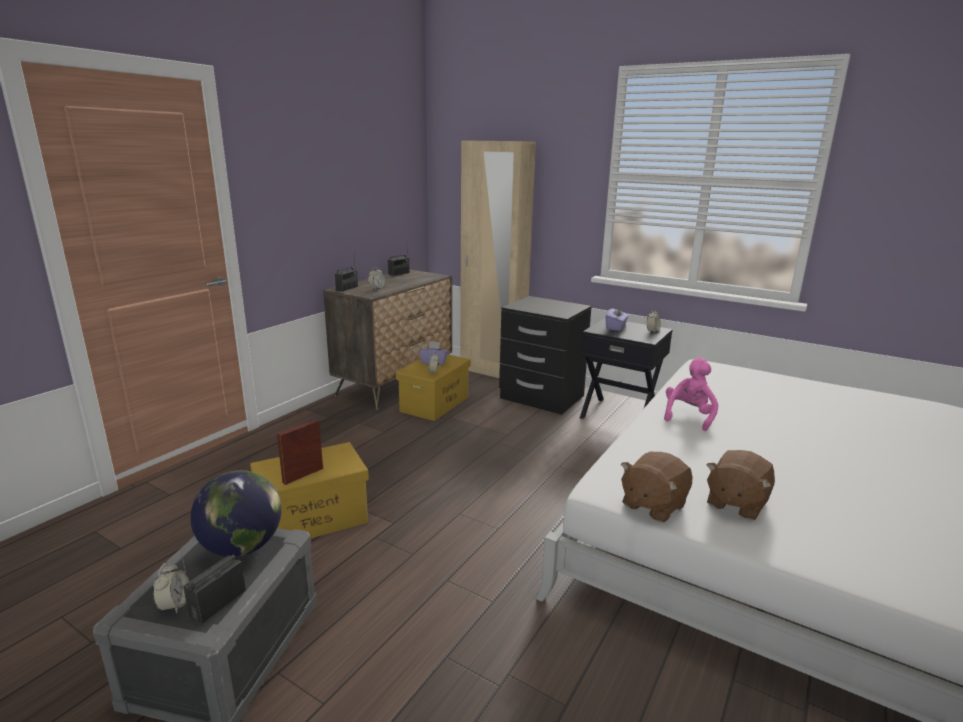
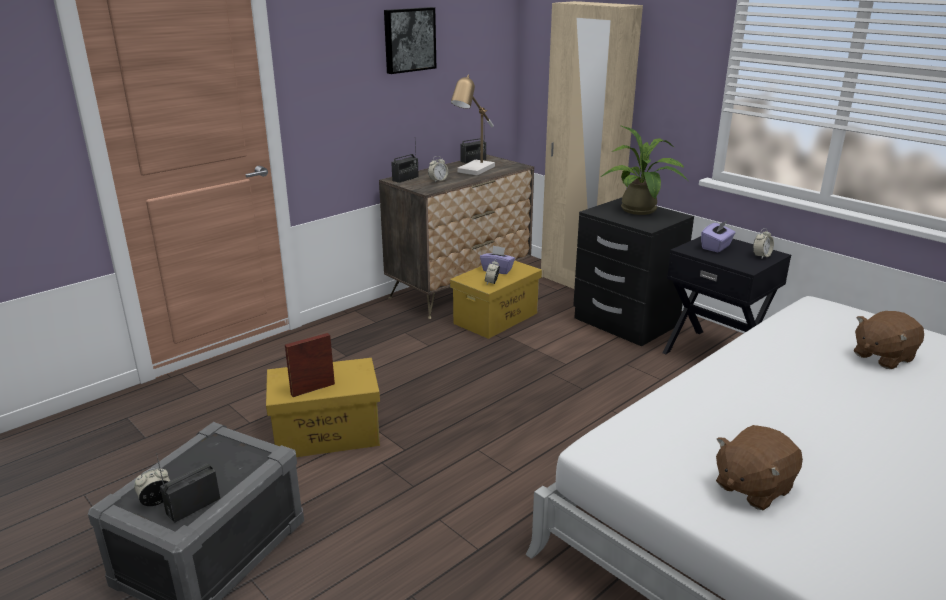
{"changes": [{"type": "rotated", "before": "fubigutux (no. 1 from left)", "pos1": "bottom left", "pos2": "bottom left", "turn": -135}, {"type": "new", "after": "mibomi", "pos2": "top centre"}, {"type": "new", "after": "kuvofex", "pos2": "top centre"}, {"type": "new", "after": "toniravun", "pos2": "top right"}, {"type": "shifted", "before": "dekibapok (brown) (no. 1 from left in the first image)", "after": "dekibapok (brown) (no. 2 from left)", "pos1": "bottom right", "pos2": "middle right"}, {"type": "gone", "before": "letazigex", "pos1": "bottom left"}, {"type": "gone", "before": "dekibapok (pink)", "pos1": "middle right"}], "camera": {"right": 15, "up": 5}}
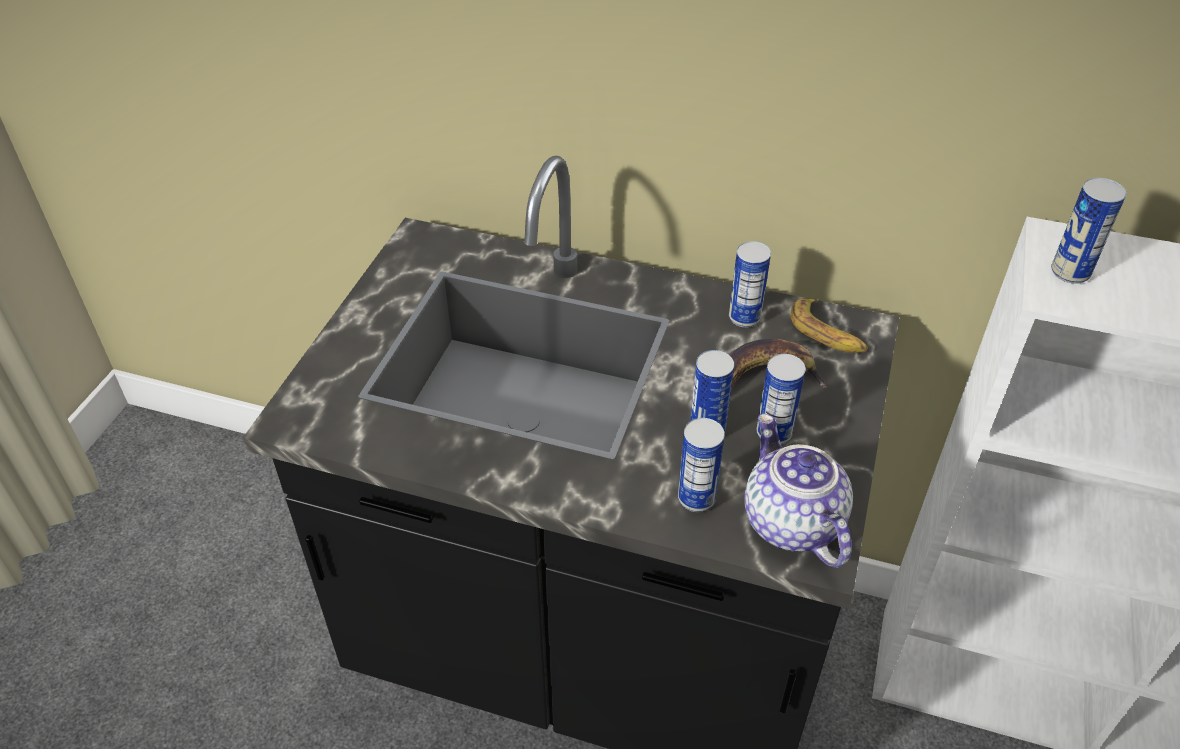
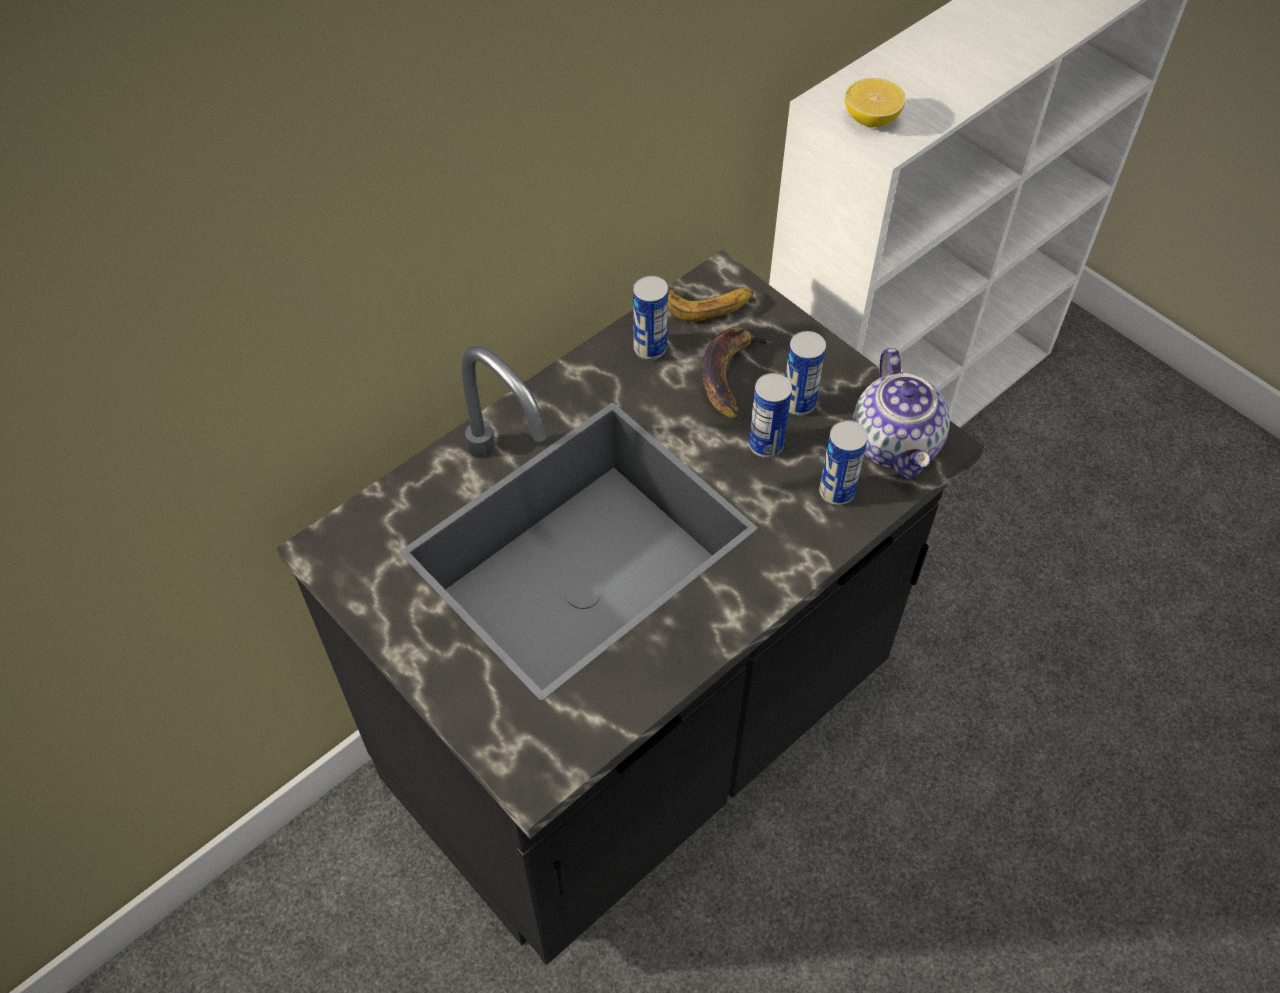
{"changes": [{"type": "swapped", "before": "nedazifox (no. 5 from left)", "after": "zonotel", "pos1": "top right", "pos2": "top right"}, {"type": "rotated", "before": "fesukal", "pos1": "middle right", "pos2": "middle right", "turn": -105}], "camera": {"right": -60, "up": 10}}
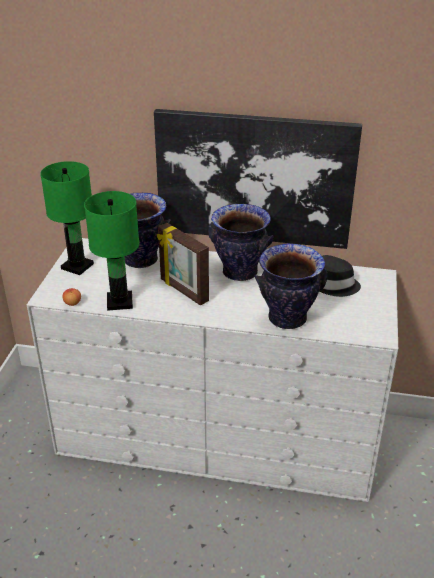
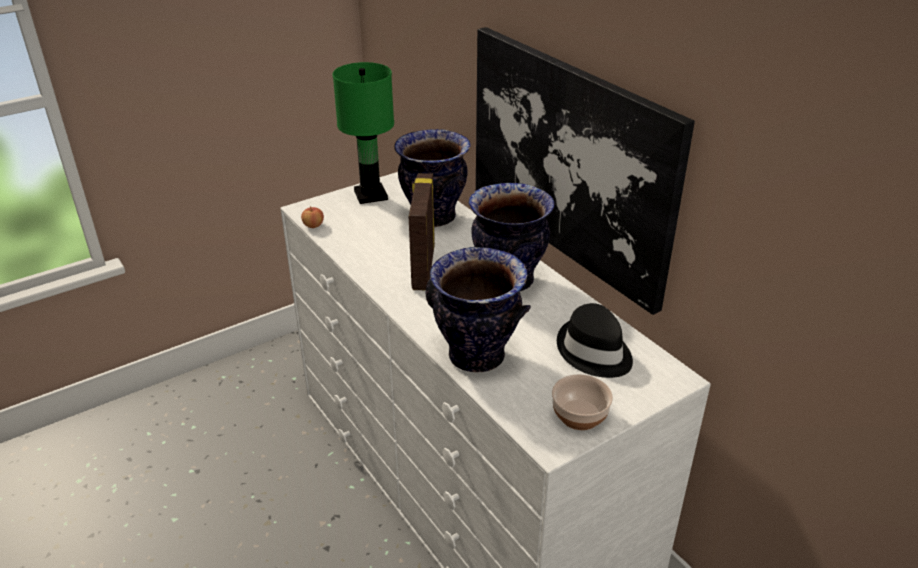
{"changes": [{"type": "new", "after": "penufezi", "pos2": "bottom centre"}, {"type": "gone", "before": "kuvofex (green) (no. 2 from left)", "pos1": "middle left"}], "camera": {"right": 45, "up": 0}}
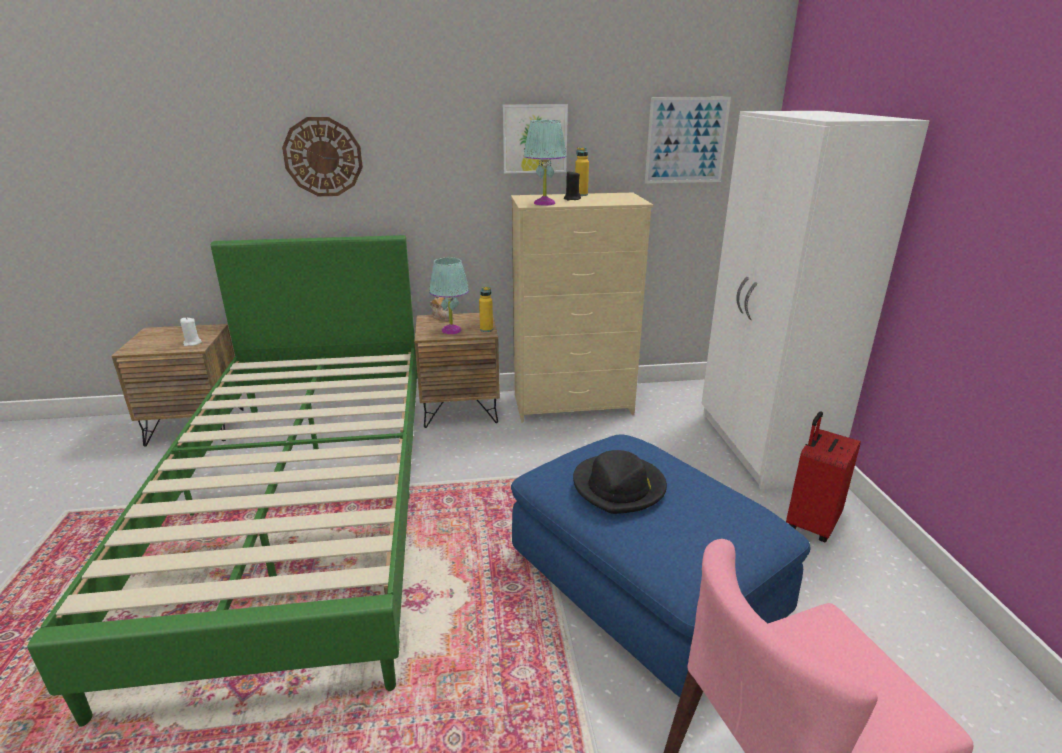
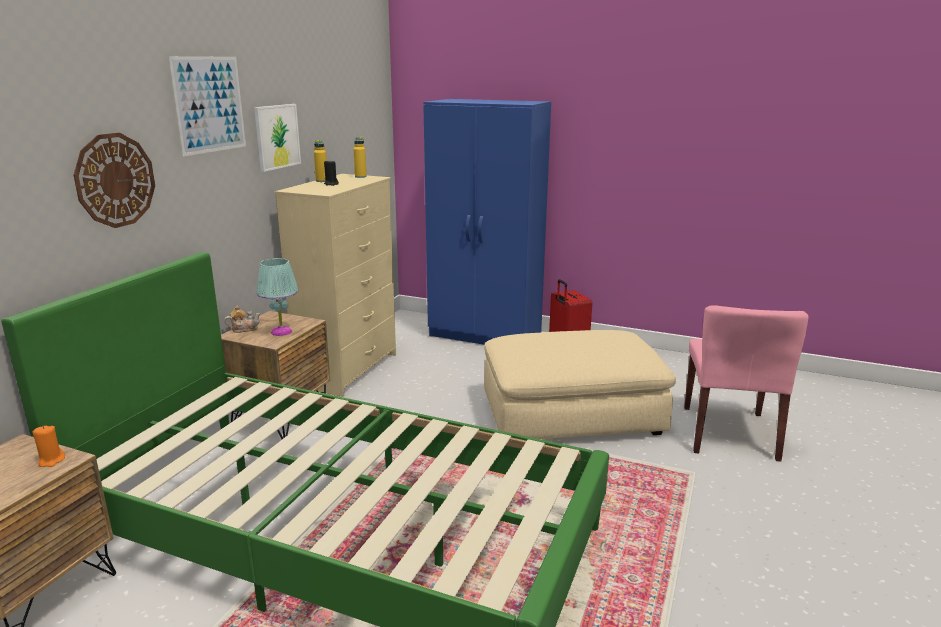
{"changes": [{"type": "repainted", "before": "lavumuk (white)", "after": "lavumuk (orange)", "pos1": "middle left", "pos2": "bottom left"}, {"type": "shifted", "before": "mibomi (no. 2 from left in the first image)", "after": "mibomi (no. 1 from left)", "pos1": "top centre", "pos2": "top left"}, {"type": "shifted", "before": "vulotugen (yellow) (no. 1 from left in the first image)", "after": "vulotugen (yellow) (no. 2 from left)", "pos1": "centre", "pos2": "top centre"}, {"type": "repainted", "before": "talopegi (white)", "after": "talopegi (blue)", "pos1": "middle right", "pos2": "centre"}, {"type": "repainted", "before": "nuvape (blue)", "after": "nuvape (beige)", "pos1": "bottom centre", "pos2": "centre"}, {"type": "gone", "before": "kuvofex (turquoise) (no. 2 from left)", "pos1": "top centre"}, {"type": "gone", "before": "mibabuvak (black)", "pos1": "centre"}], "camera": {"right": -60, "up": -5}}
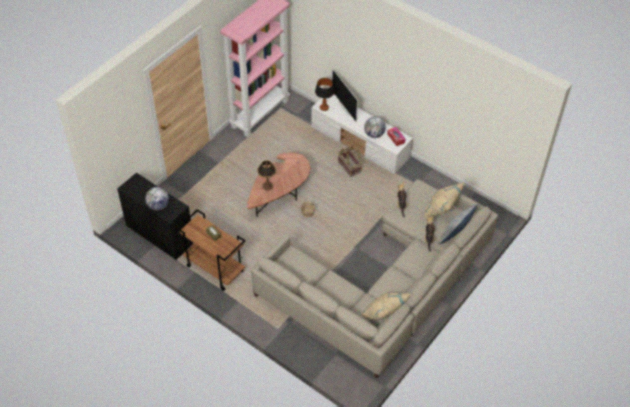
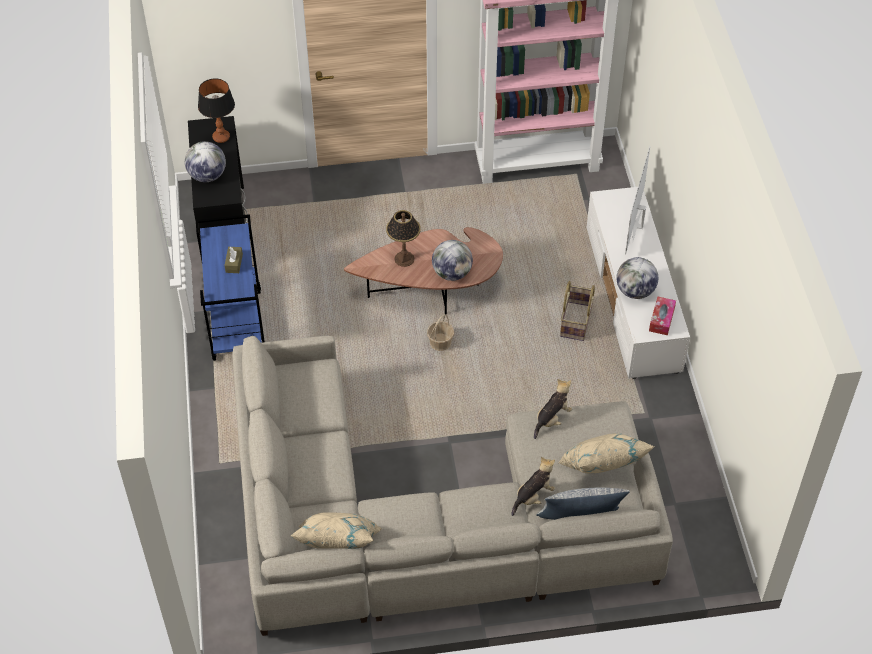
{"changes": [{"type": "repainted", "before": "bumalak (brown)", "after": "bumalak (blue)", "pos1": "centre", "pos2": "middle left"}, {"type": "shifted", "before": "kuvofex (no. 2 from left in the first image)", "after": "kuvofex (no. 1 from left)", "pos1": "top centre", "pos2": "top left"}, {"type": "new", "after": "letazigex (no. 2 from left)", "pos2": "centre"}], "camera": {"right": 45, "up": 0}}
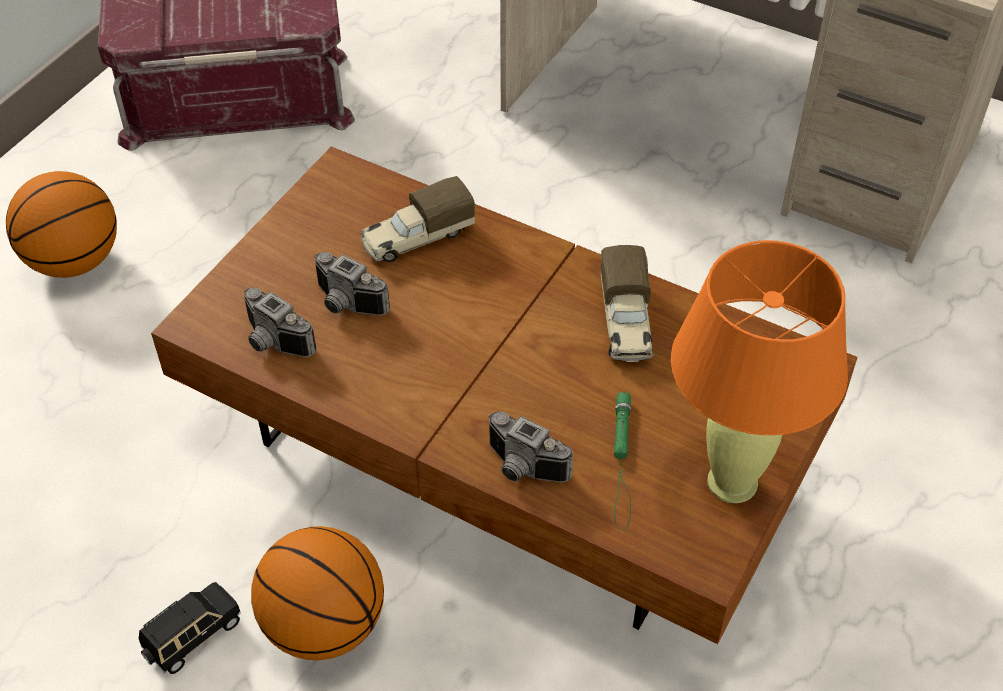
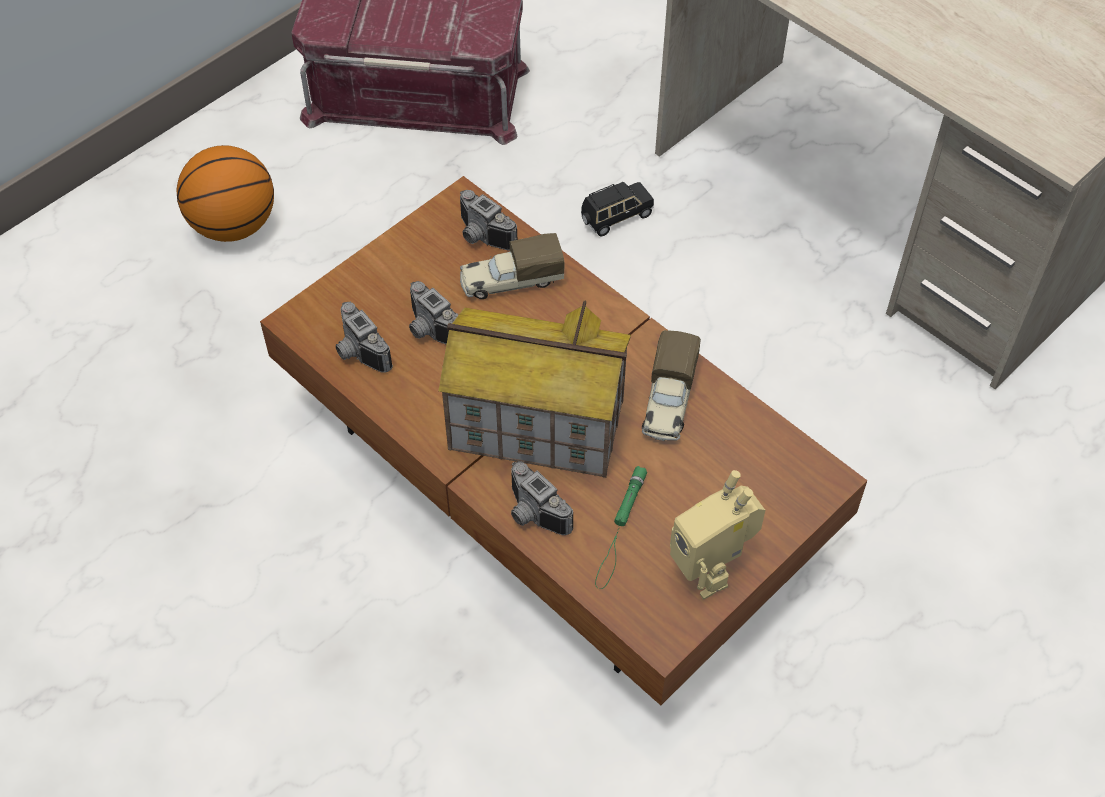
{"changes": [{"type": "new", "after": "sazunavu", "pos2": "centre"}, {"type": "new", "after": "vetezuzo (no. 3 from left)", "pos2": "top centre"}, {"type": "shifted", "before": "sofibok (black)", "pos1": "bottom left", "pos2": "top centre"}, {"type": "swapped", "before": "kuvofex (orange)", "after": "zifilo", "pos1": "middle right", "pos2": "bottom centre"}, {"type": "gone", "before": "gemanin (no. 2 from left)", "pos1": "bottom left"}], "camera": {"right": 15, "up": 5}}
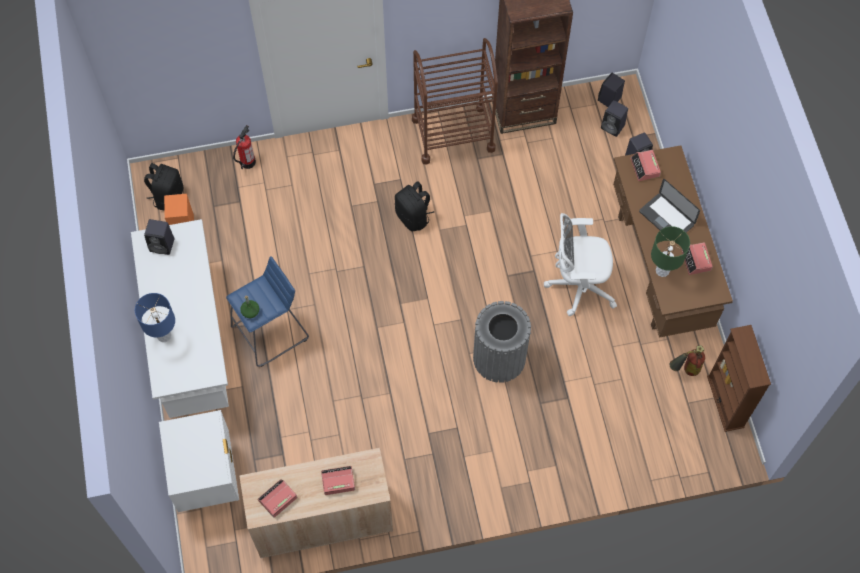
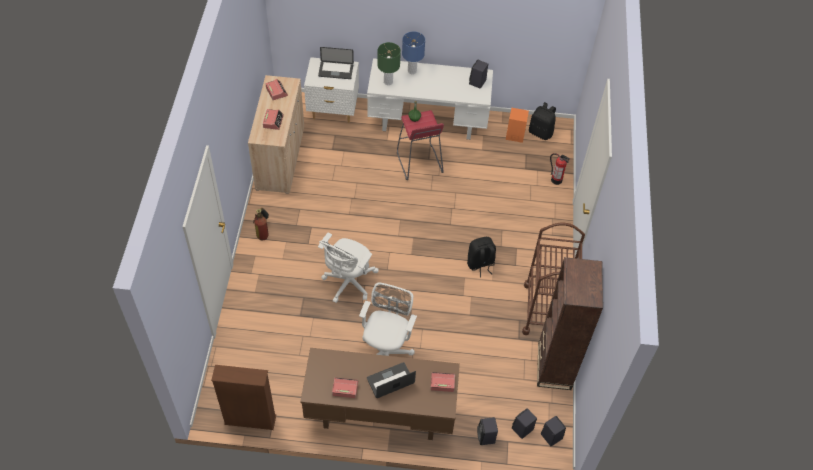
{"changes": [{"type": "shifted", "before": "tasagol (no. 2 from left in the first image)", "after": "tasagol (no. 1 from left)", "pos1": "middle right", "pos2": "middle left"}, {"type": "new", "after": "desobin (no. 1 from left)", "pos2": "top centre"}, {"type": "swapped", "before": "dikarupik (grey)", "after": "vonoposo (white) (no. 1 from left)", "pos1": "centre", "pos2": "centre"}, {"type": "shifted", "before": "kuvofex (green)", "pos1": "middle right", "pos2": "top centre"}, {"type": "repainted", "before": "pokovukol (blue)", "after": "pokovukol (red)", "pos1": "middle left", "pos2": "top centre"}], "camera": {"right": 105, "up": -10}}
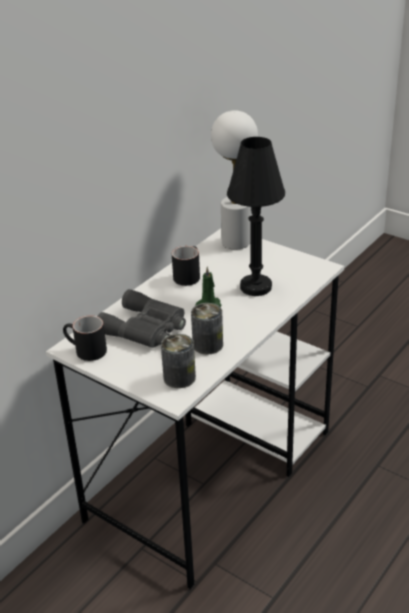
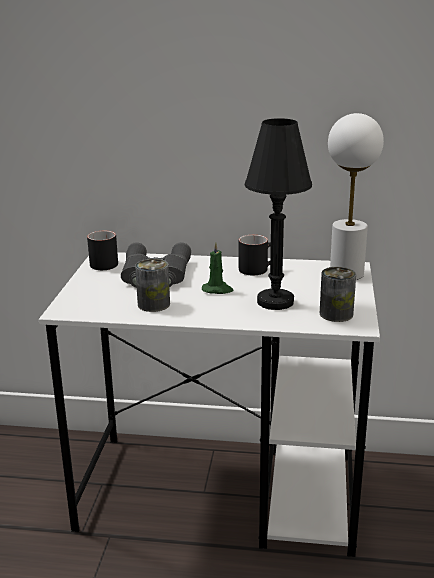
{"changes": [{"type": "shifted", "before": "nedazifox (no. 1 from left in the first image)", "after": "nedazifox (no. 2 from left)", "pos1": "centre", "pos2": "middle right"}], "camera": {"right": 60, "up": -10}}
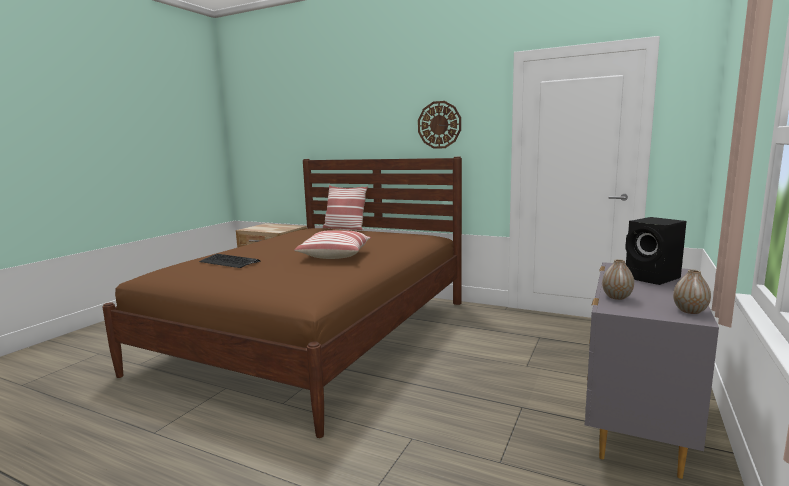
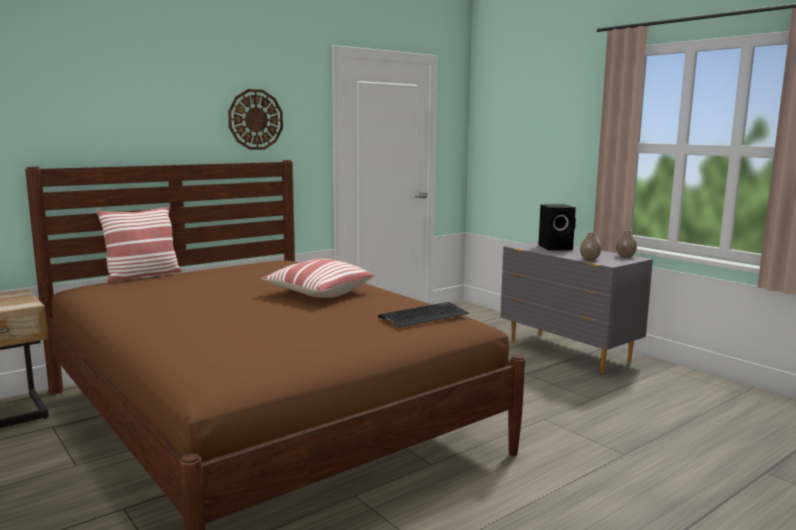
{"changes": [{"type": "shifted", "before": "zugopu", "pos1": "middle left", "pos2": "centre"}], "camera": {"right": -65, "up": 0}}
